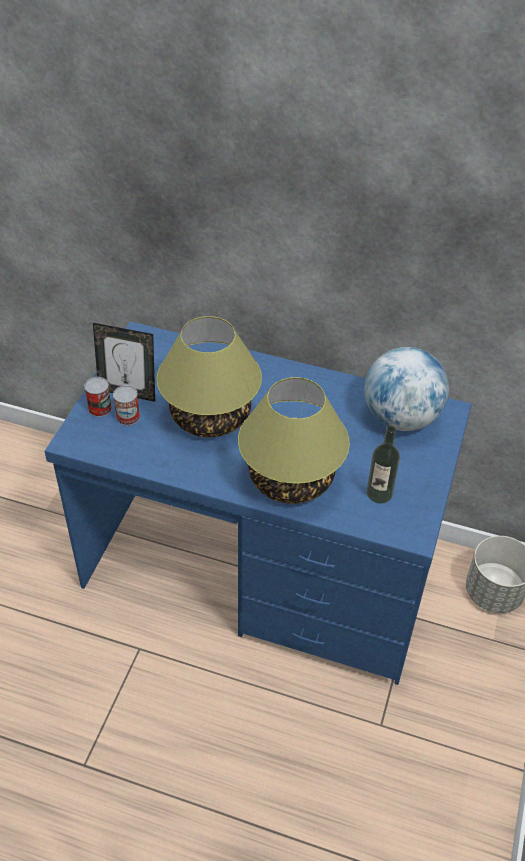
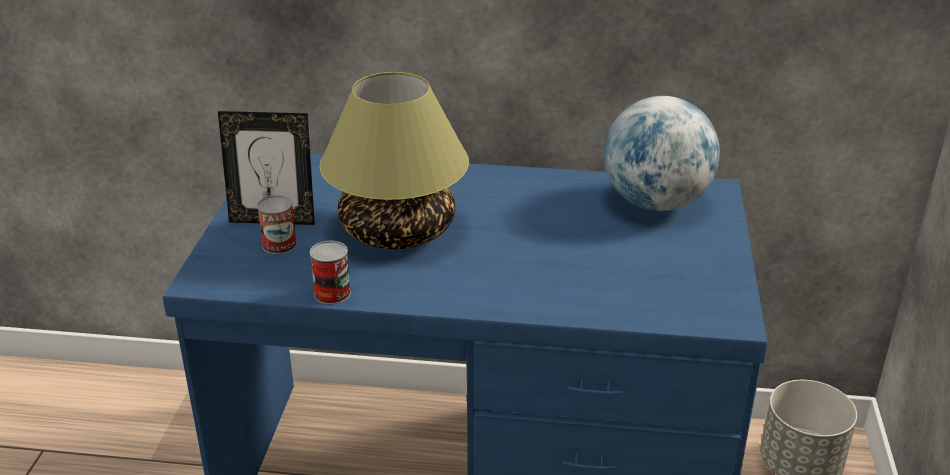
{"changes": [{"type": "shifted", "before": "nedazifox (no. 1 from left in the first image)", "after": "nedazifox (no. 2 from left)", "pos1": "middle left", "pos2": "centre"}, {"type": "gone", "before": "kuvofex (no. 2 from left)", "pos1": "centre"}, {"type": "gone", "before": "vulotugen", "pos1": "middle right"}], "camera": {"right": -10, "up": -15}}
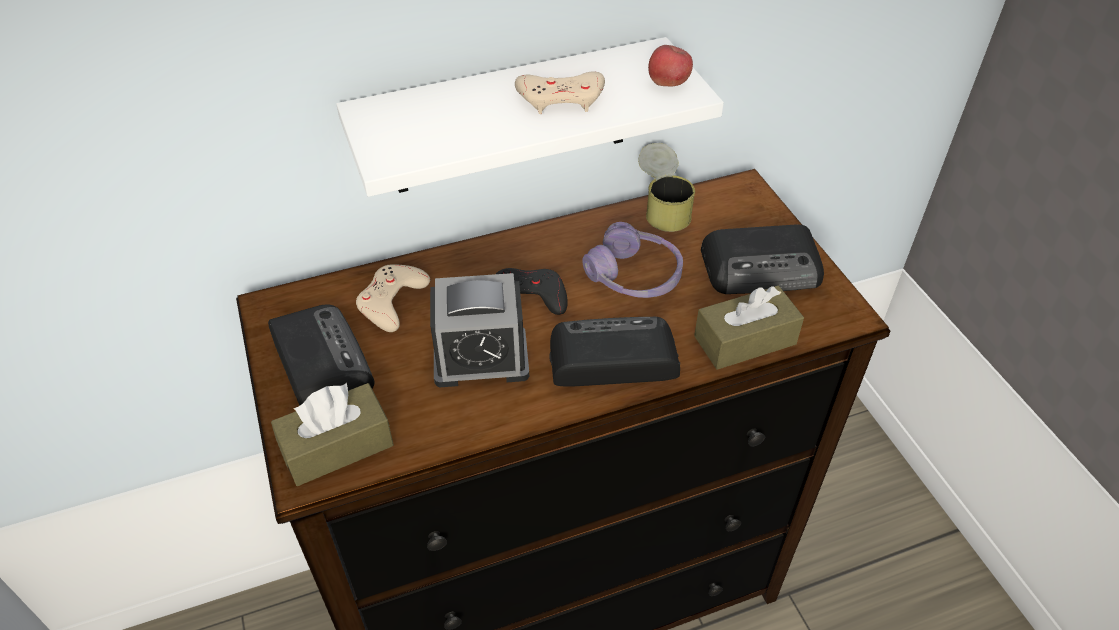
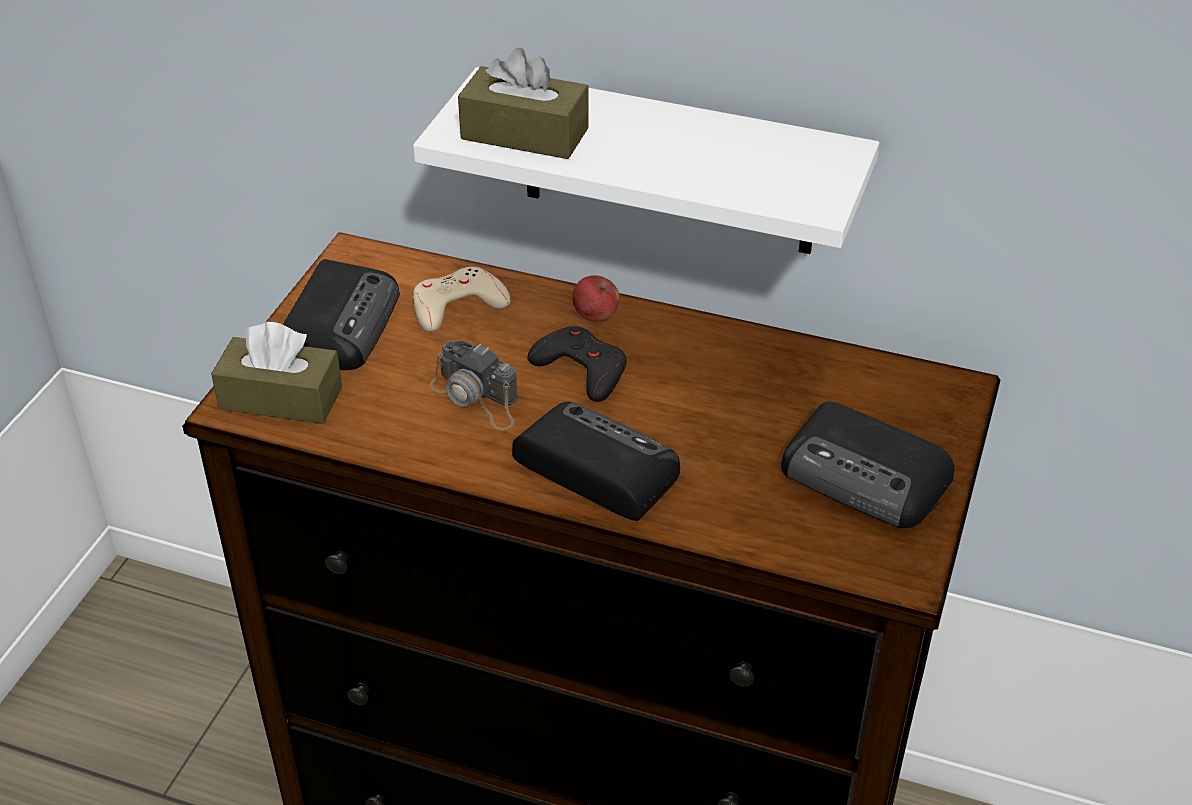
{"changes": [{"type": "swapped", "before": "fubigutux", "after": "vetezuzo", "pos1": "centre", "pos2": "centre"}, {"type": "shifted", "before": "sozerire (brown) (no. 2 from left)", "pos1": "middle right", "pos2": "top centre"}, {"type": "shifted", "before": "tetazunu", "pos1": "top centre", "pos2": "centre"}, {"type": "gone", "before": "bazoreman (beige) (no. 2 from left)", "pos1": "top centre"}, {"type": "gone", "before": "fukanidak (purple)", "pos1": "centre"}, {"type": "gone", "before": "nedazifox", "pos1": "top centre"}], "camera": {"right": 40, "up": -5}}
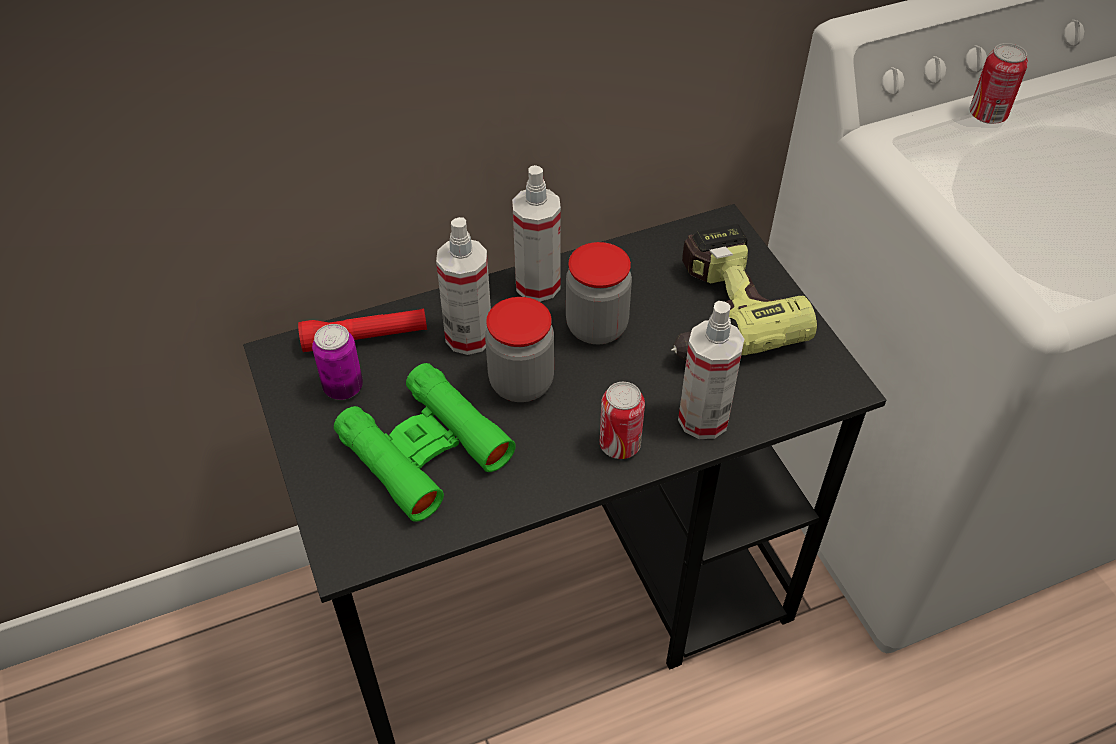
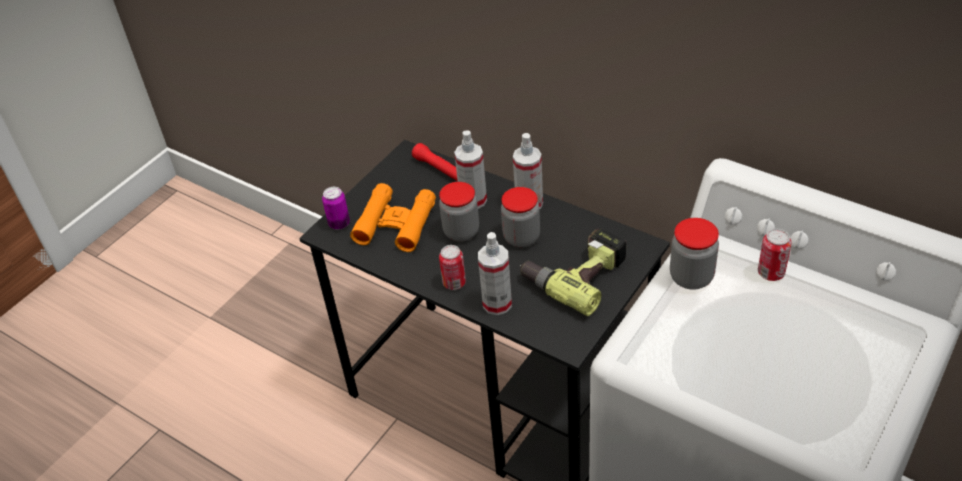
{"changes": [{"type": "shifted", "before": "nedazifox (no. 1 from left)", "pos1": "middle left", "pos2": "centre"}, {"type": "repainted", "before": "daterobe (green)", "after": "daterobe (orange)", "pos1": "centre", "pos2": "centre"}, {"type": "new", "after": "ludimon (no. 3 from left)", "pos2": "middle right"}], "camera": {"right": 60, "up": -5}}
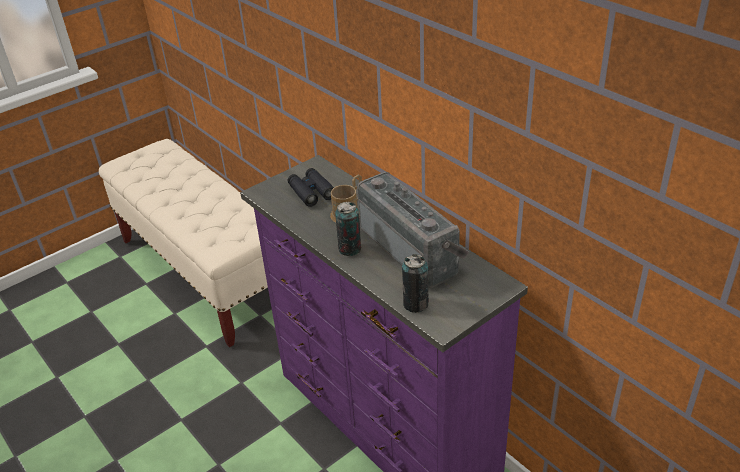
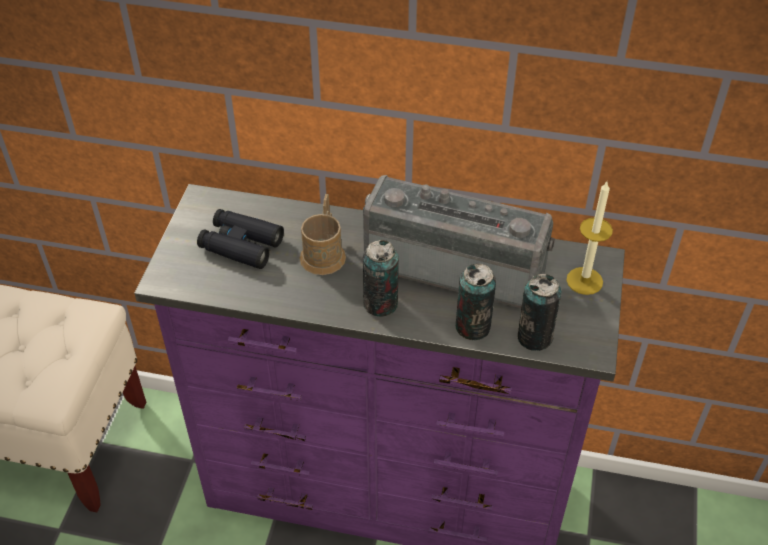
{"changes": [{"type": "new", "after": "nedazifox (no. 2 from left)", "pos2": "centre"}, {"type": "new", "after": "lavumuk", "pos2": "middle right"}], "camera": {"right": -40, "up": 10}}
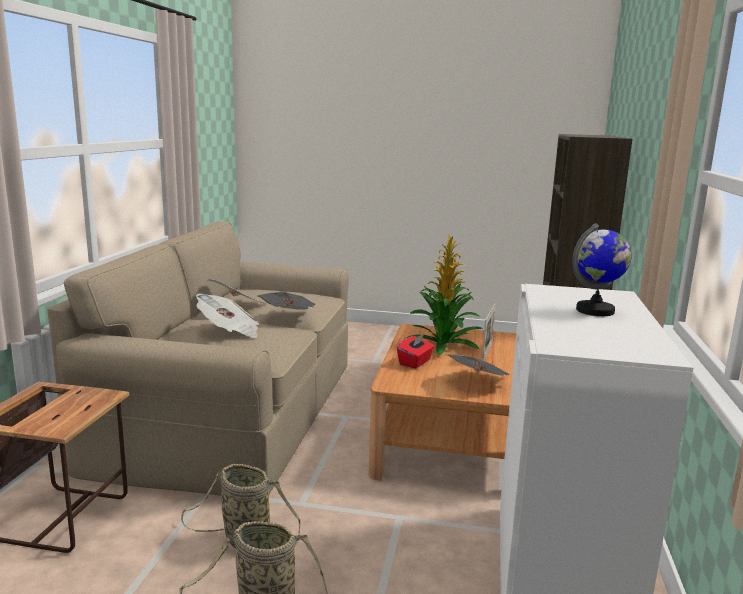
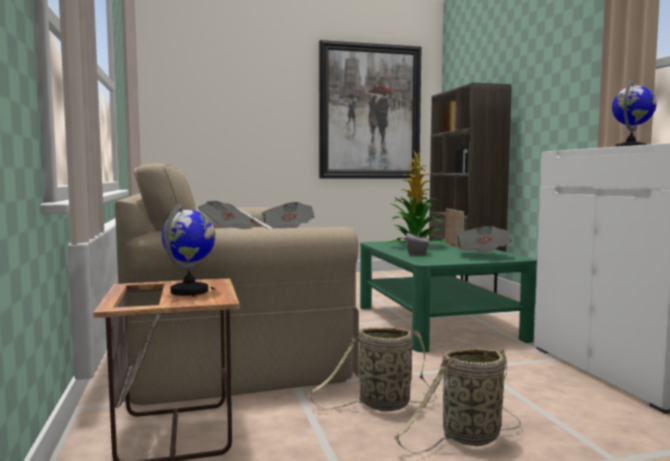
{"changes": [{"type": "new", "after": "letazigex (no. 1 from left)", "pos2": "middle left"}, {"type": "new", "after": "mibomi", "pos2": "top centre"}, {"type": "repainted", "before": "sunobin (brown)", "after": "sunobin (green)", "pos1": "bottom centre", "pos2": "middle right"}, {"type": "repainted", "before": "sozerire (red)", "after": "sozerire (grey)", "pos1": "centre", "pos2": "centre"}], "camera": {"right": -25, "up": -10}}
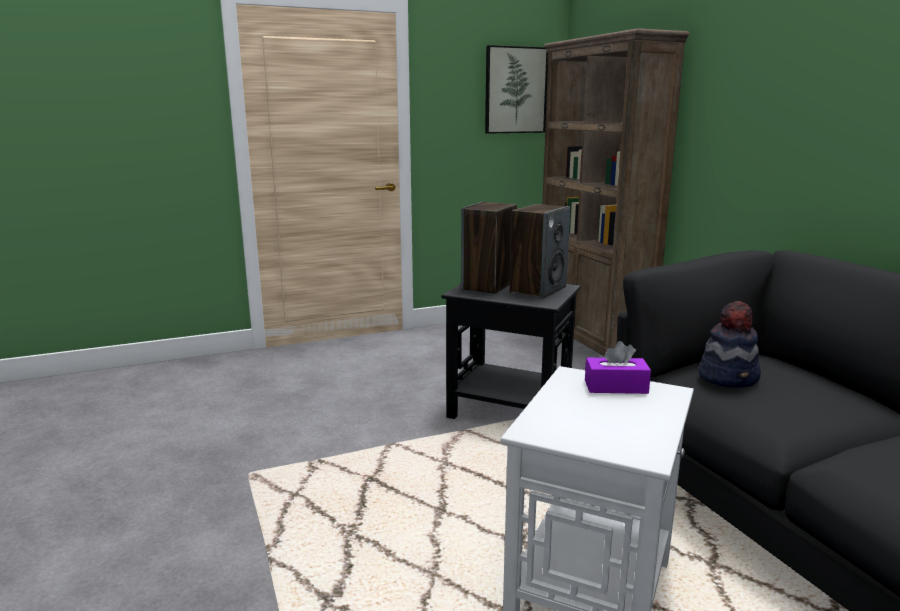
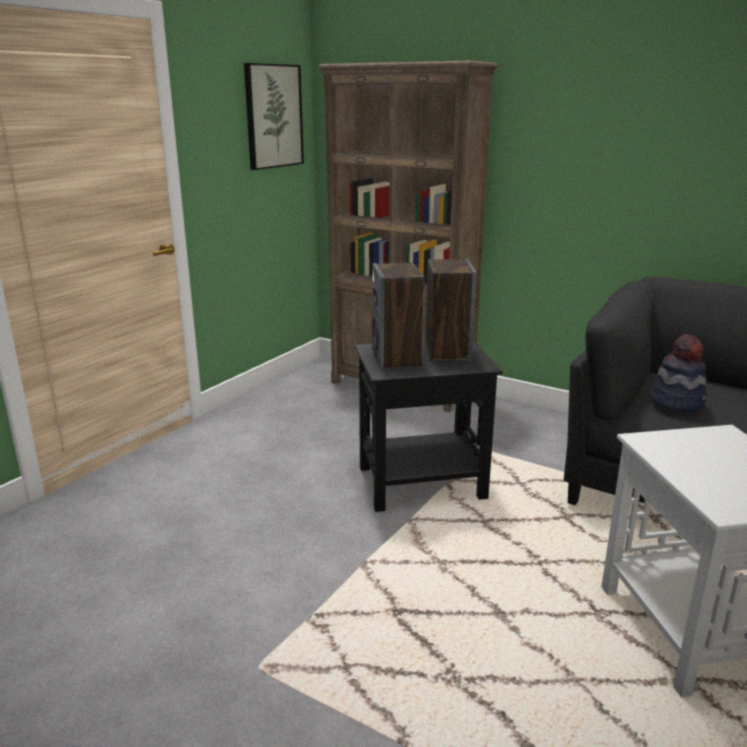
{"changes": [{"type": "gone", "before": "sozerire (purple)", "pos1": "middle right"}], "camera": {"right": -35, "up": 5}}
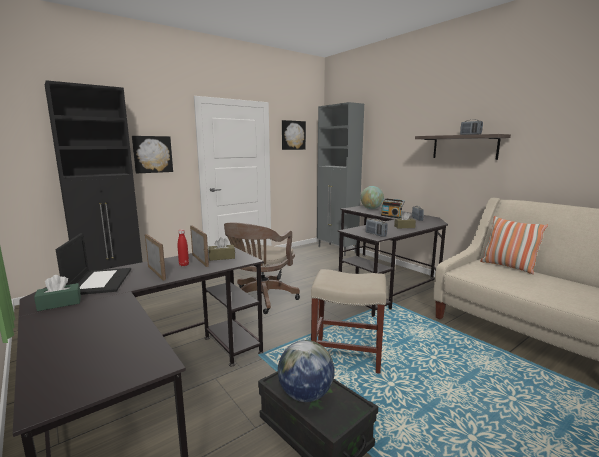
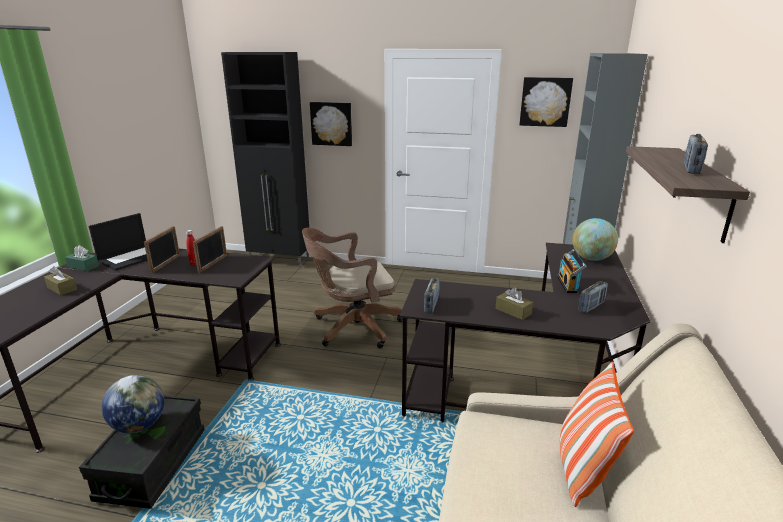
{"changes": [{"type": "shifted", "before": "sozerire (brown) (no. 1 from left)", "pos1": "centre", "pos2": "middle left"}, {"type": "gone", "before": "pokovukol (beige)", "pos1": "bottom centre"}], "camera": {"right": 50, "up": 10}}
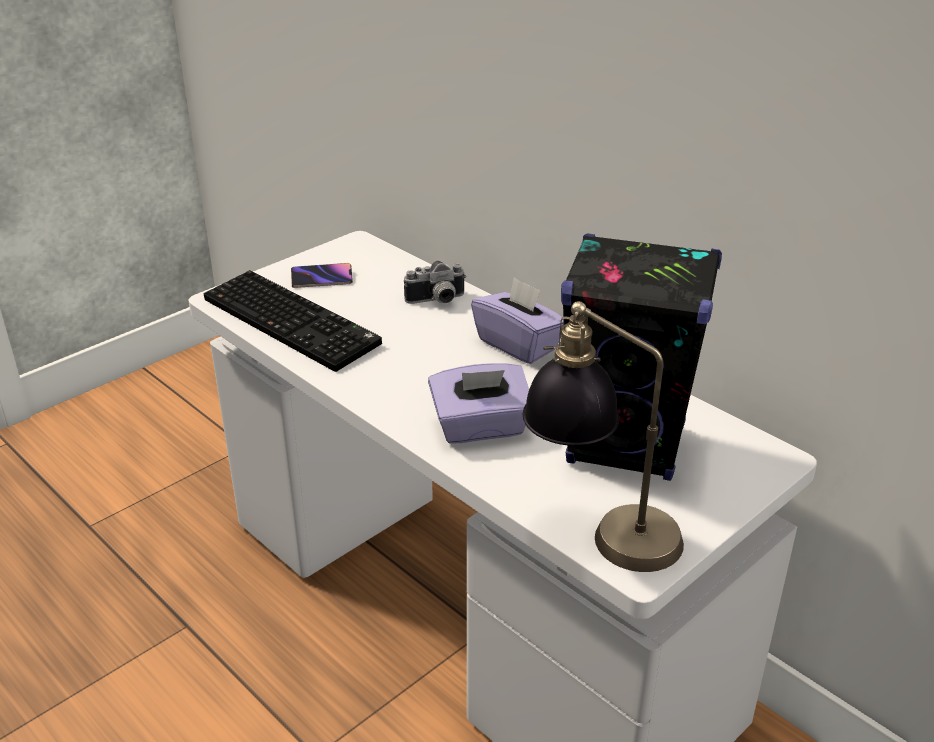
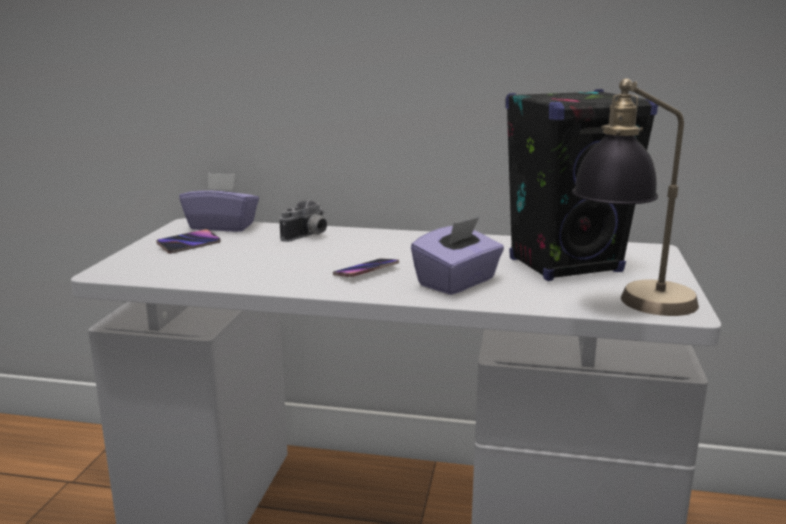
{"changes": [{"type": "shifted", "before": "sozerire (purple) (no. 2 from left in the first image)", "after": "sozerire (purple) (no. 1 from left)", "pos1": "centre", "pos2": "middle left"}, {"type": "new", "after": "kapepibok (no. 2 from left)", "pos2": "centre"}, {"type": "gone", "before": "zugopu", "pos1": "middle left"}], "camera": {"right": -35, "up": -15}}
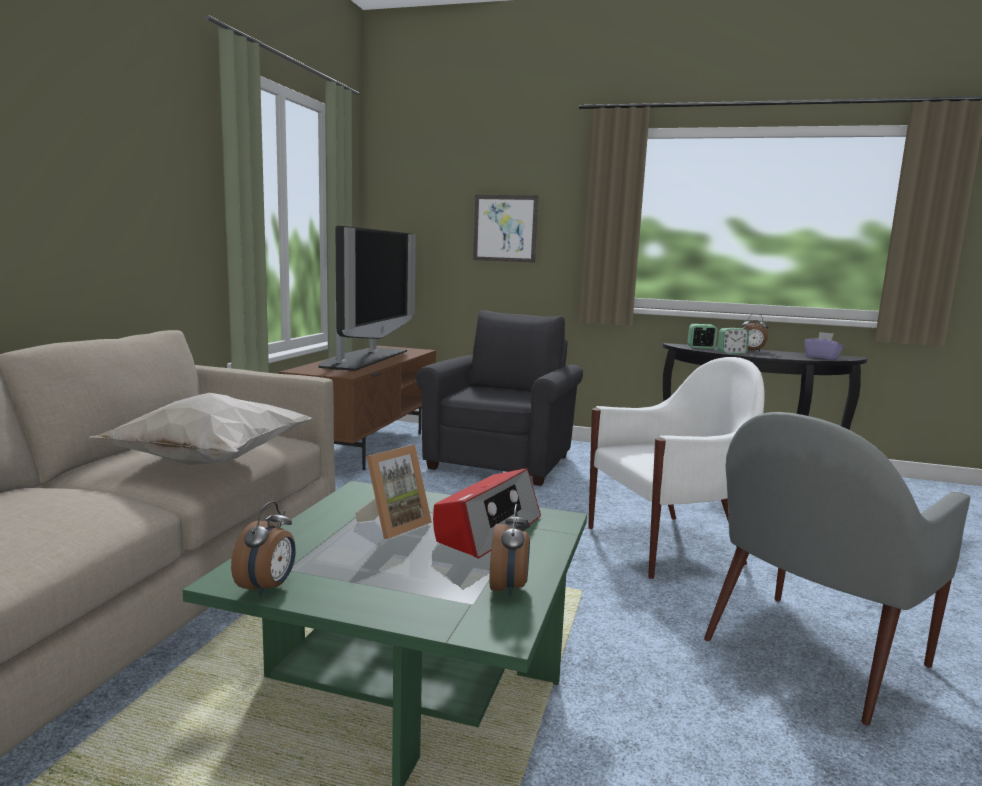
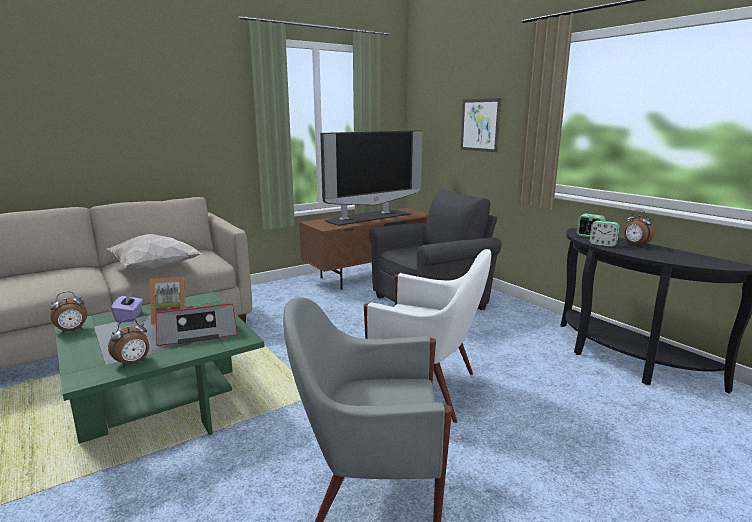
{"changes": [{"type": "shifted", "before": "sozerire (purple)", "pos1": "middle right", "pos2": "middle left"}], "camera": {"right": 40, "up": 5}}
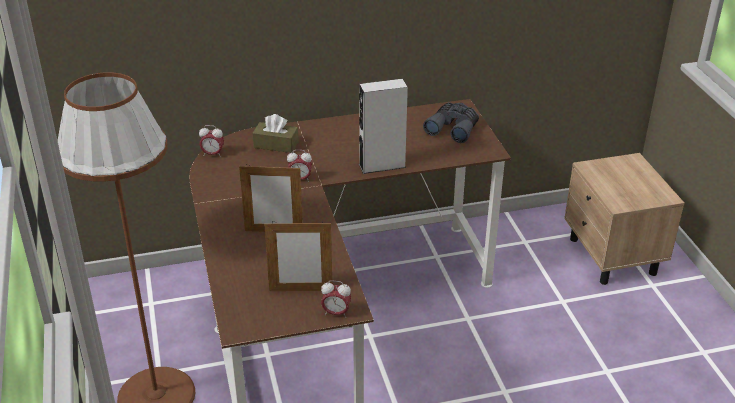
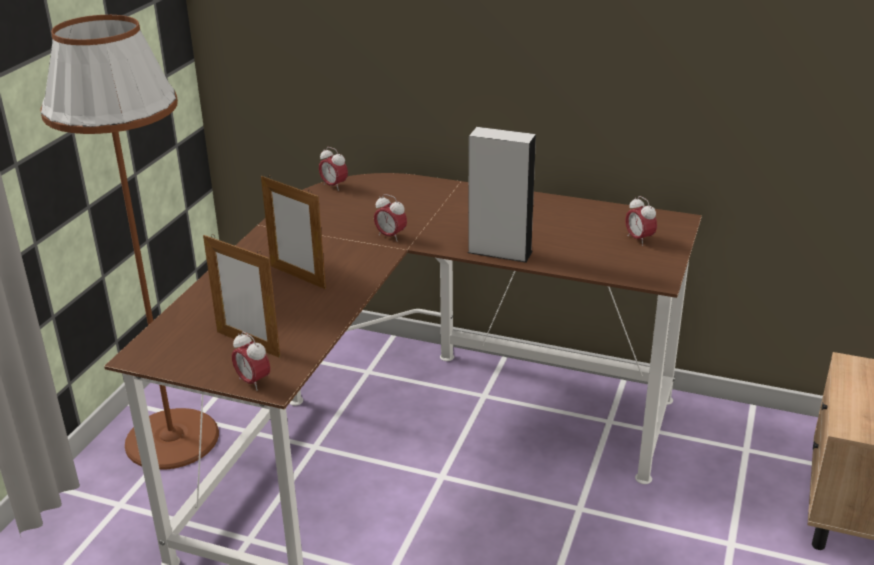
{"changes": [{"type": "swapped", "before": "daterobe (grey)", "after": "fubigutux (no. 4 from left)", "pos1": "top centre", "pos2": "middle right"}, {"type": "gone", "before": "sozerire (brown)", "pos1": "top centre"}], "camera": {"right": 35, "up": -5}}
